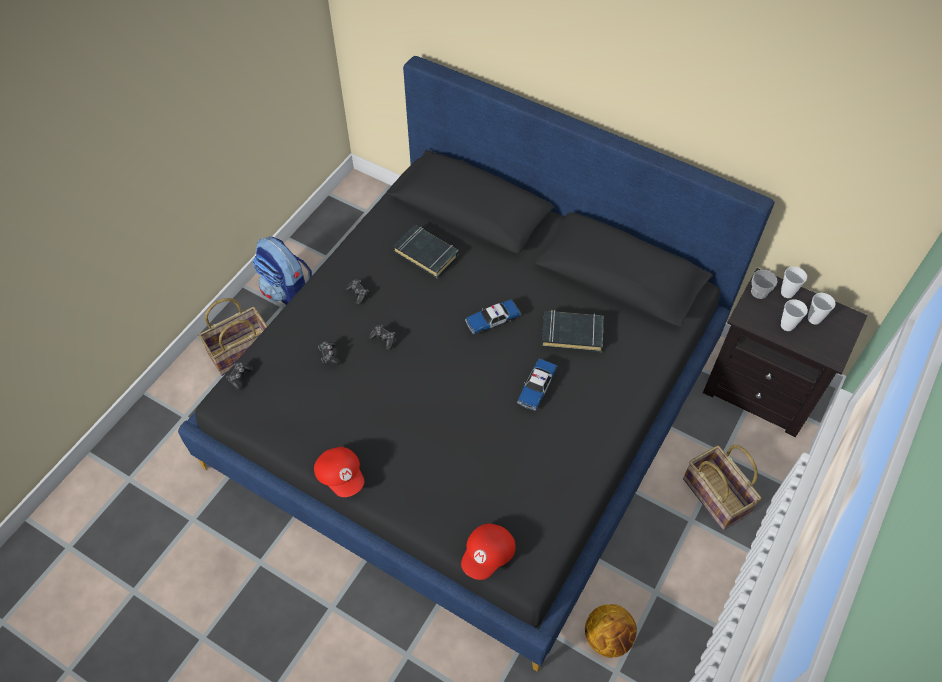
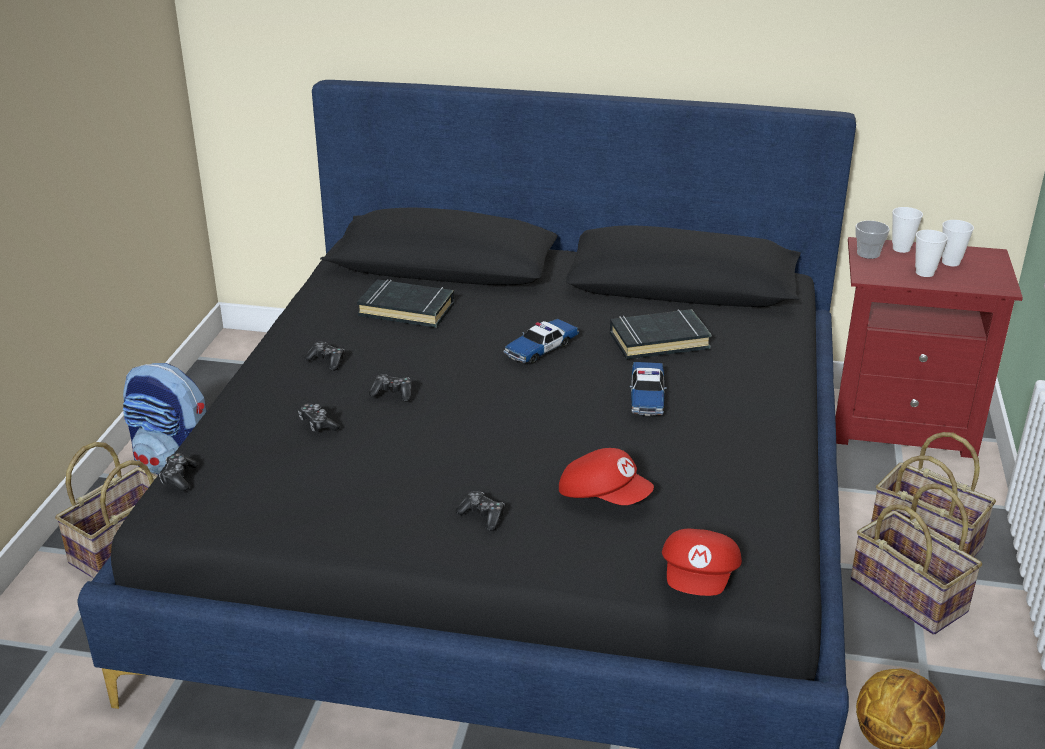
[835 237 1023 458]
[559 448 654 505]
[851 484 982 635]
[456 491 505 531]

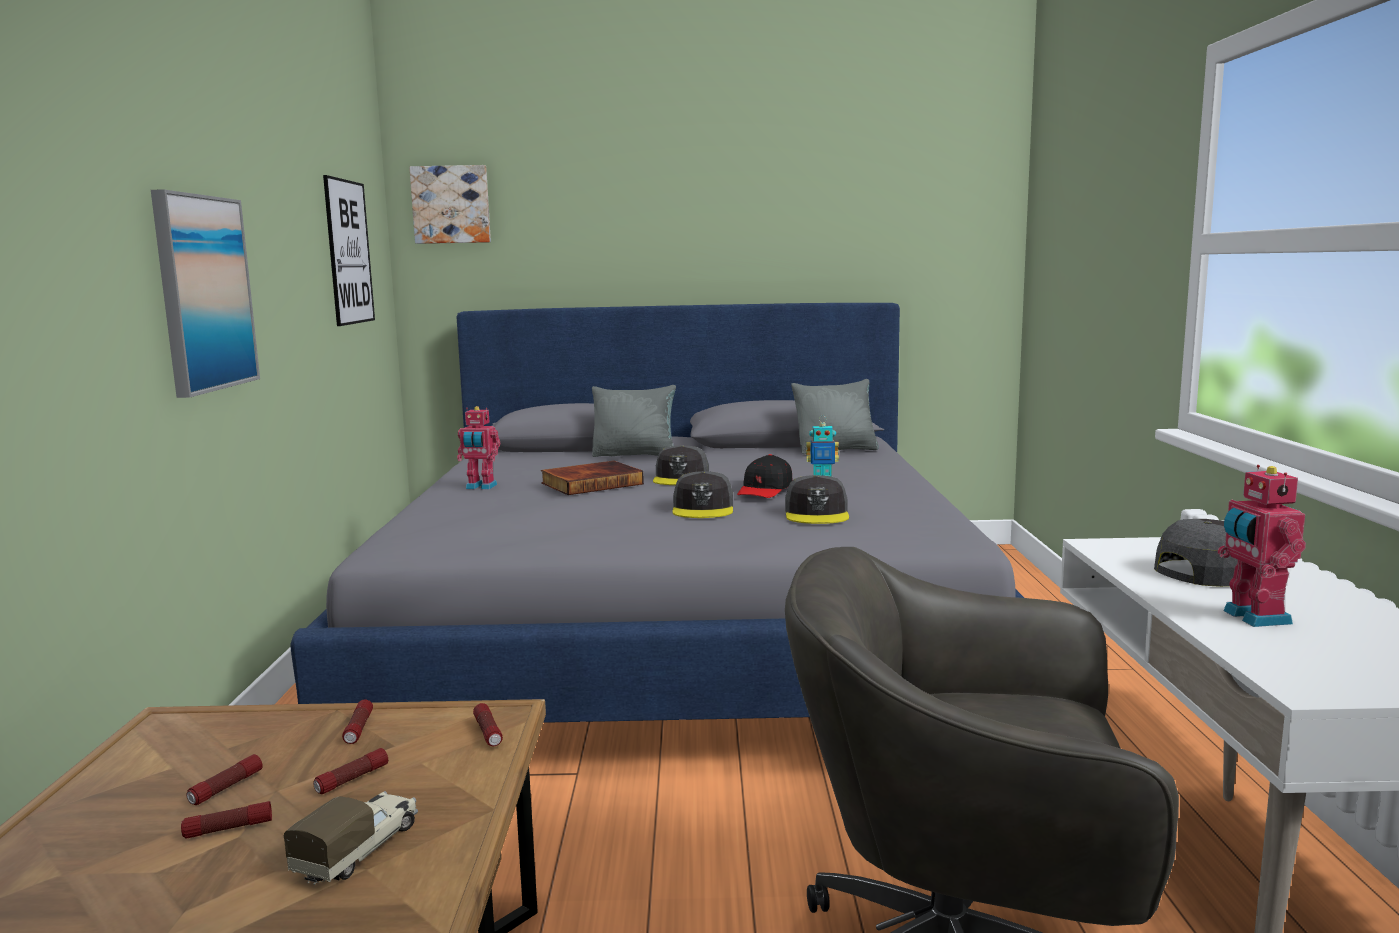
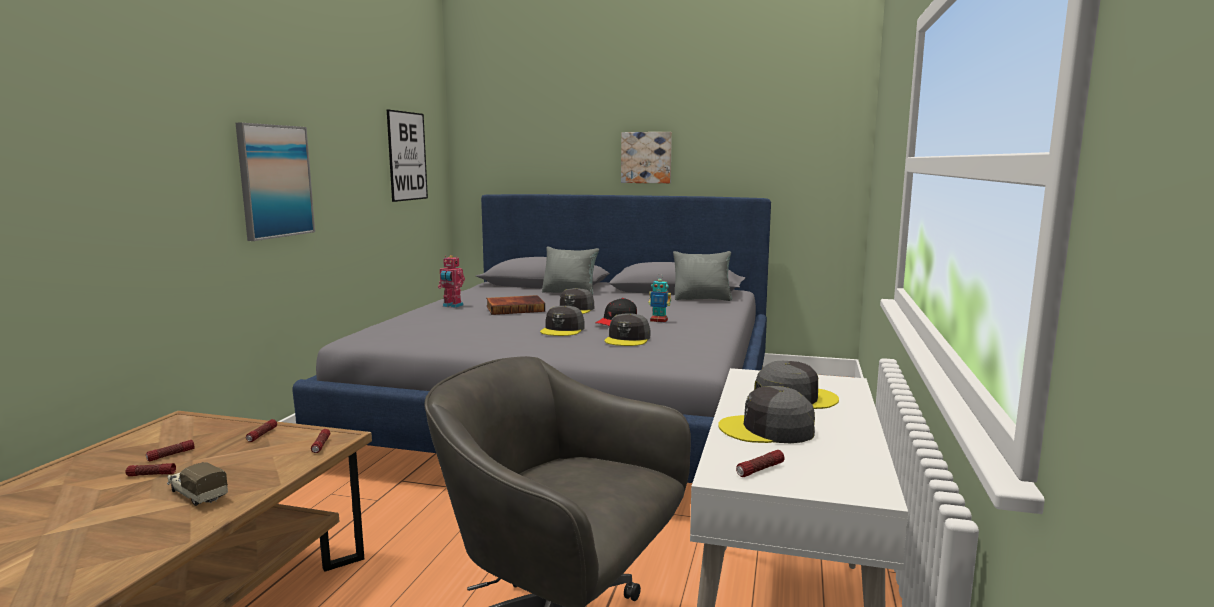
[621 132 672 183]
[718 386 815 443]
[736 450 785 477]
[167 462 228 506]

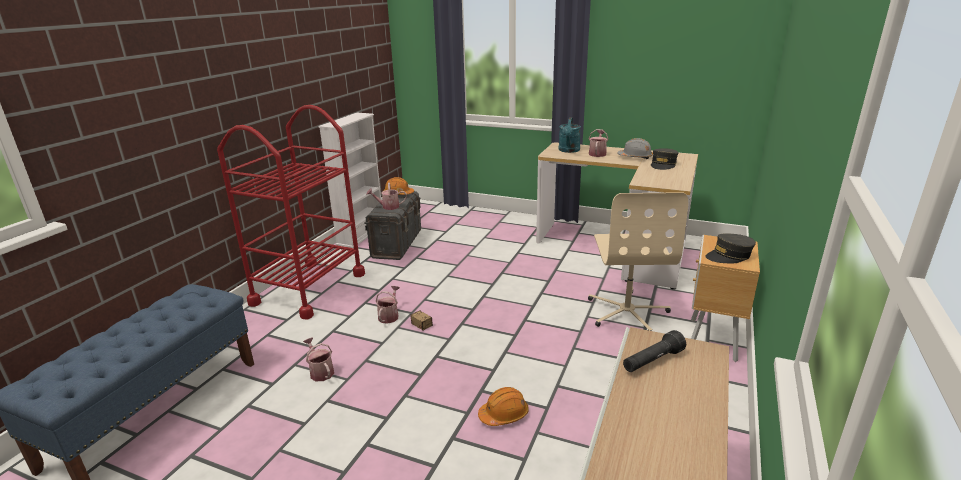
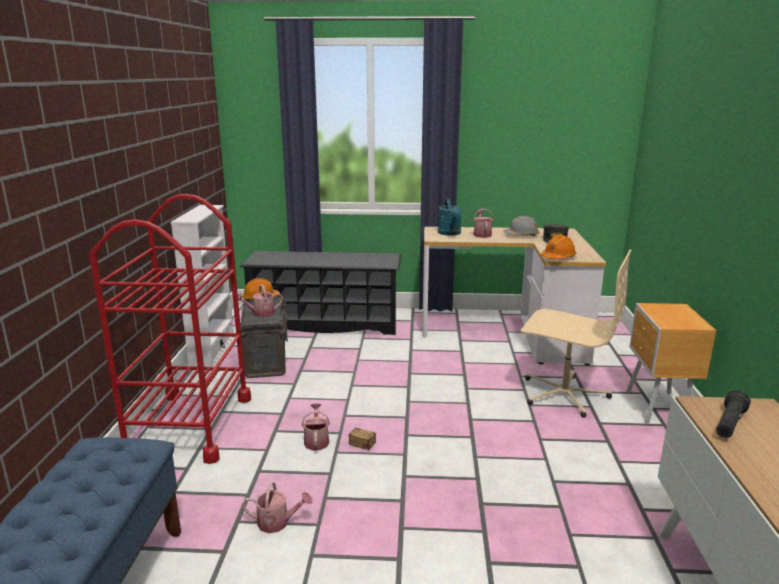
[521 250 631 418]
[705 234 756 263] (first image)
[242 482 313 533]
[541 235 576 259]
[240 251 401 335]

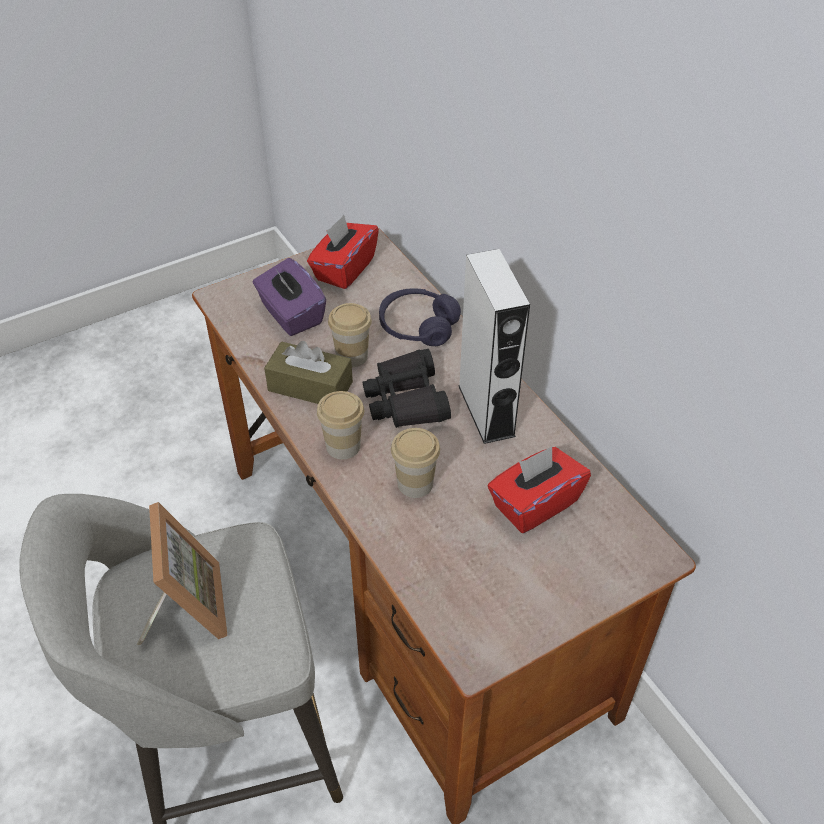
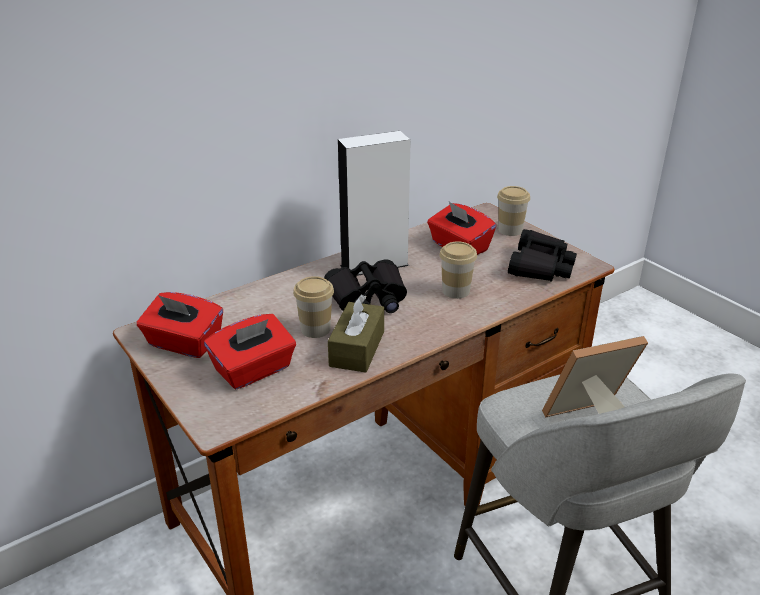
[204 314 296 390]
[379 288 461 346] (first image)
[497 186 530 236]
[508 229 577 282]

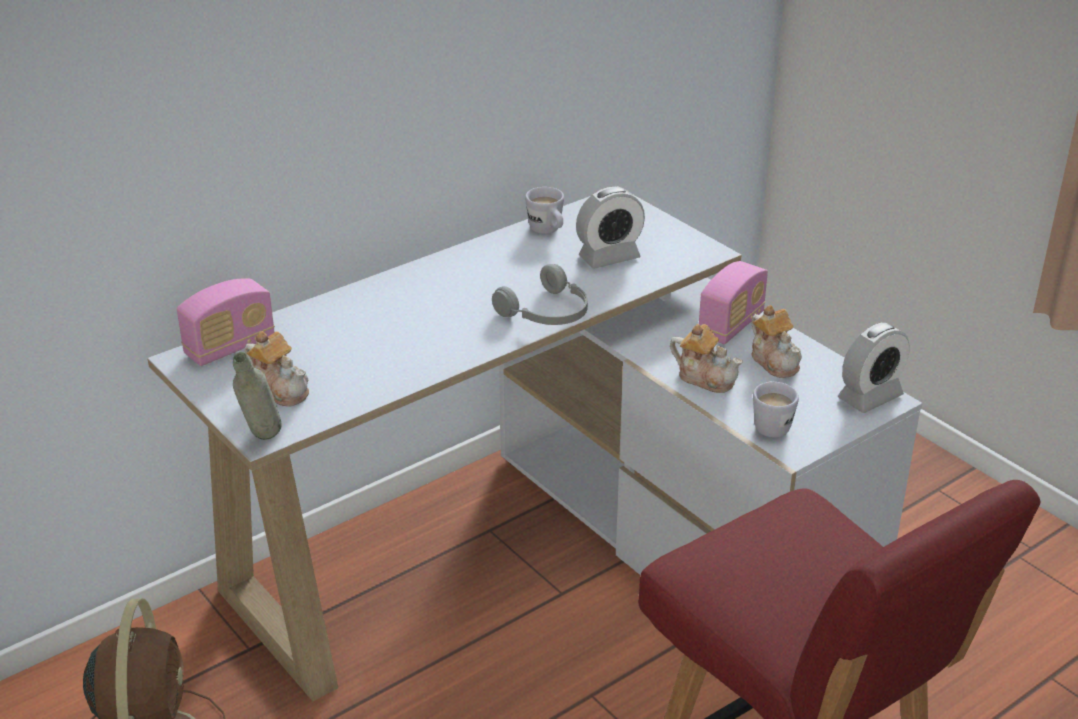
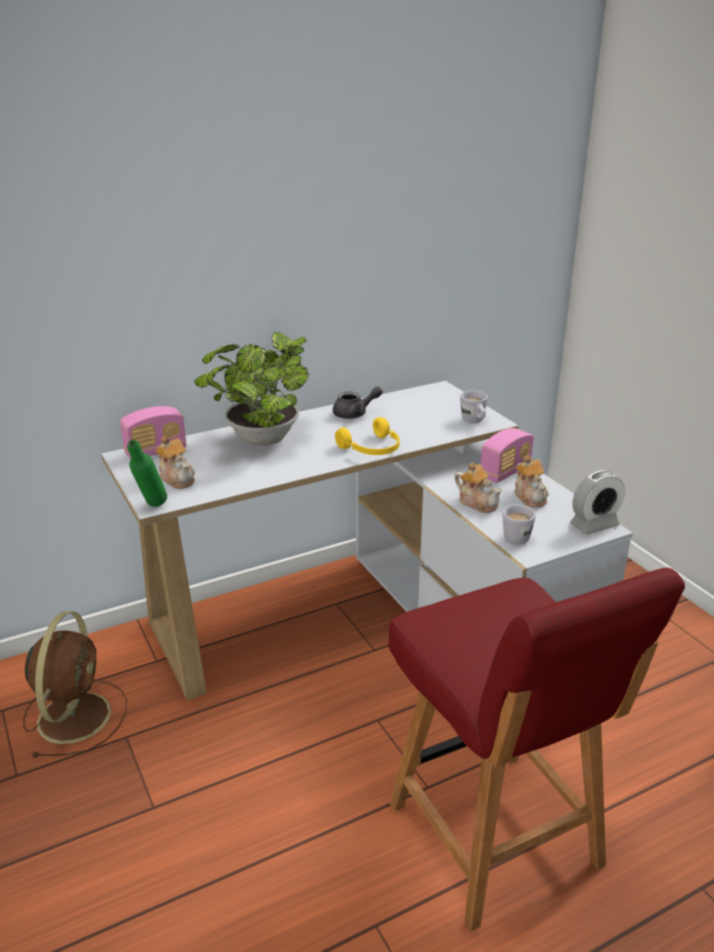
[460 390 488 423]
[576 187 645 269] (first image)
[335 417 399 455]
[127 440 167 507]
[194 332 309 446]
[333 386 383 419]

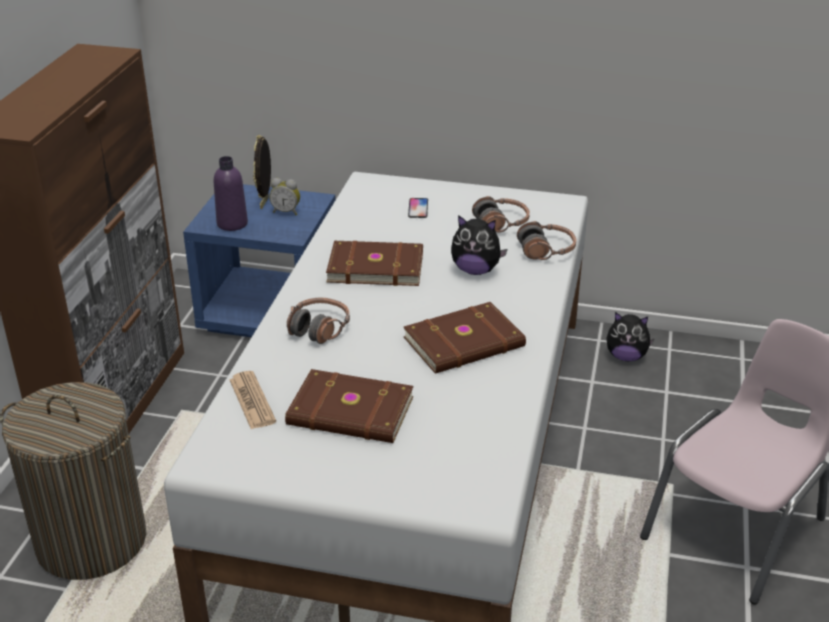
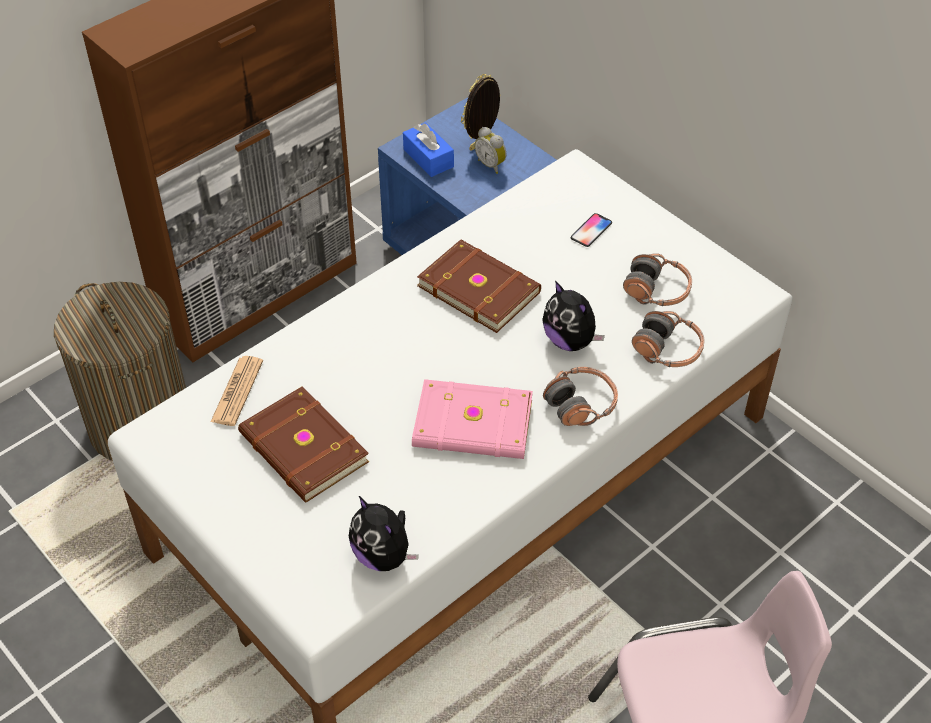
[403 122 454 177]
[543 367 618 426]
[412 379 533 459]
[349 496 419 571]

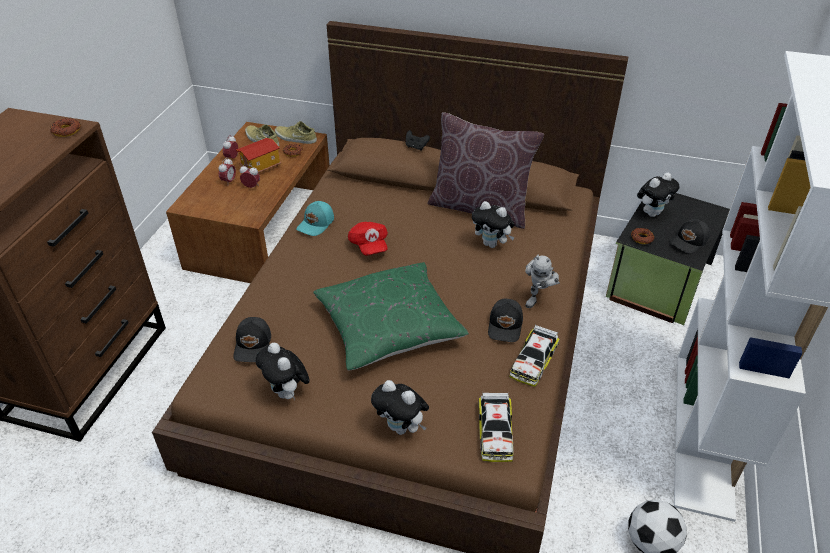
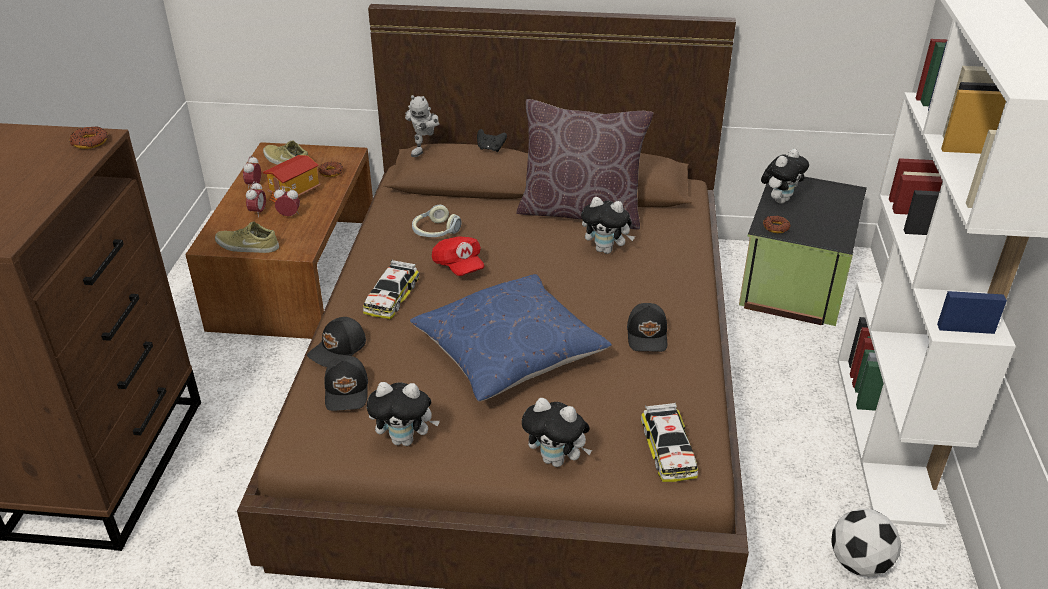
[215 221 279 253]
[296 201 334 236] (first image)
[307 317 366 367]
[405 95 440 157]
[410 274 612 402]
[363 259 419 319]
[367 382 440 446]
[412 205 461 237]

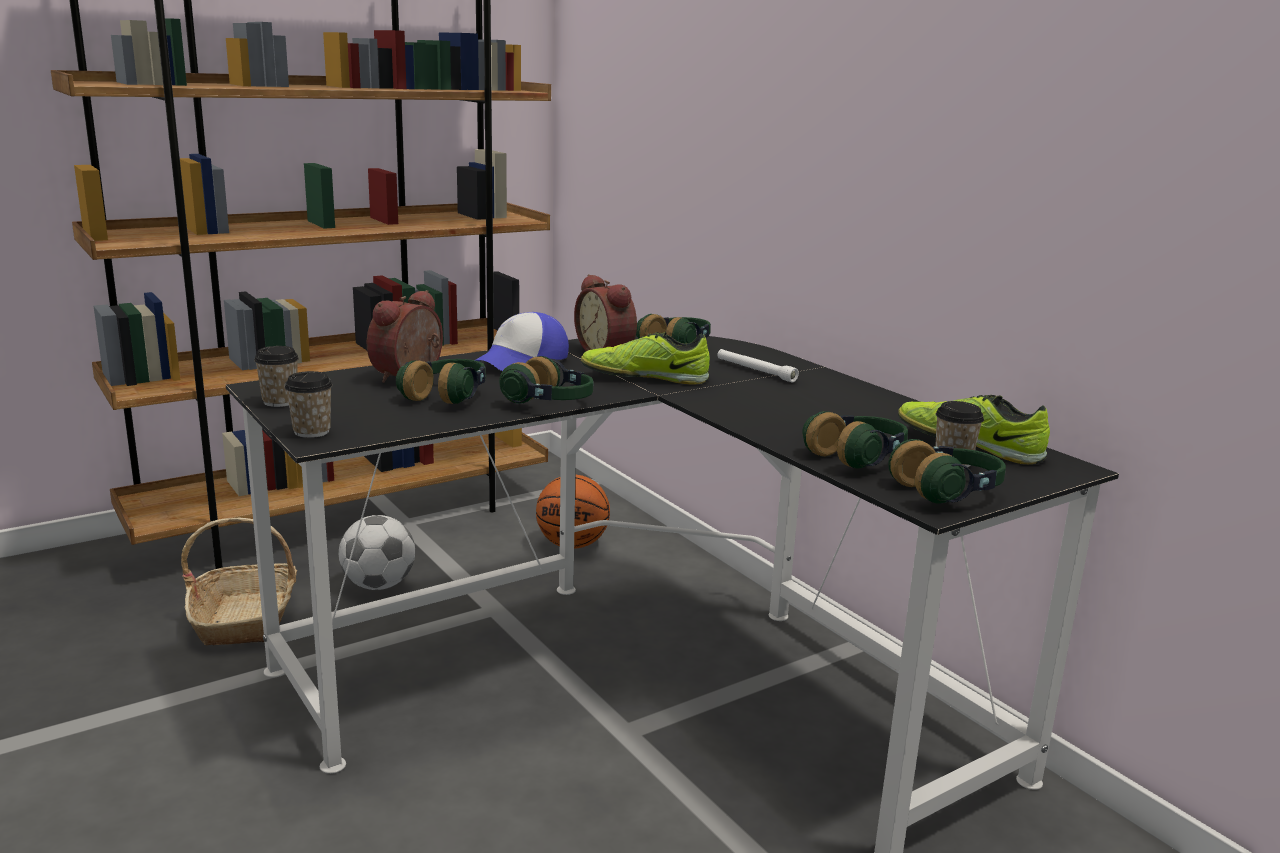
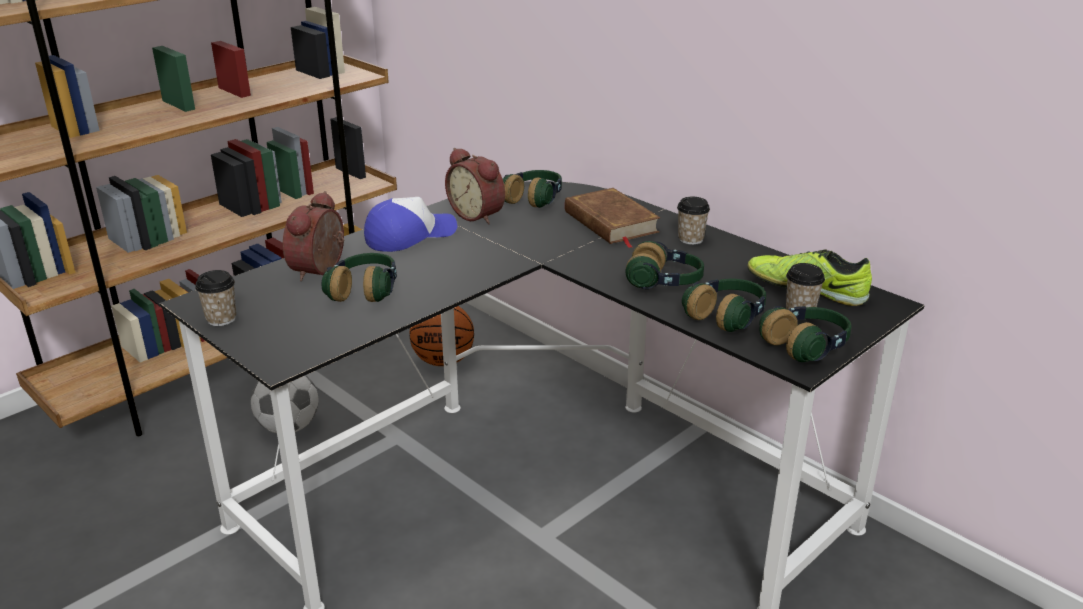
[364 197 457 252]
[581 332 710 385] (first image)
[565 188 660 248]
[625 241 704 289]
[677 197 710 245]
[181 518 297 646] (first image)

